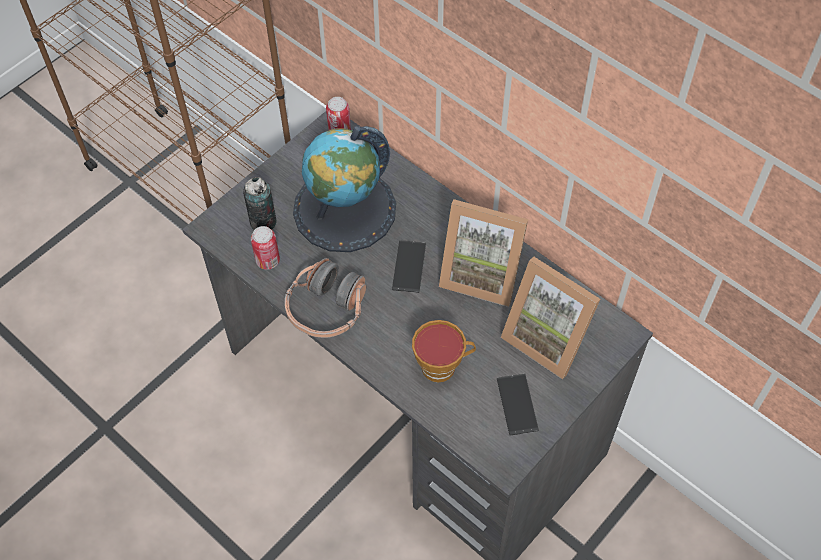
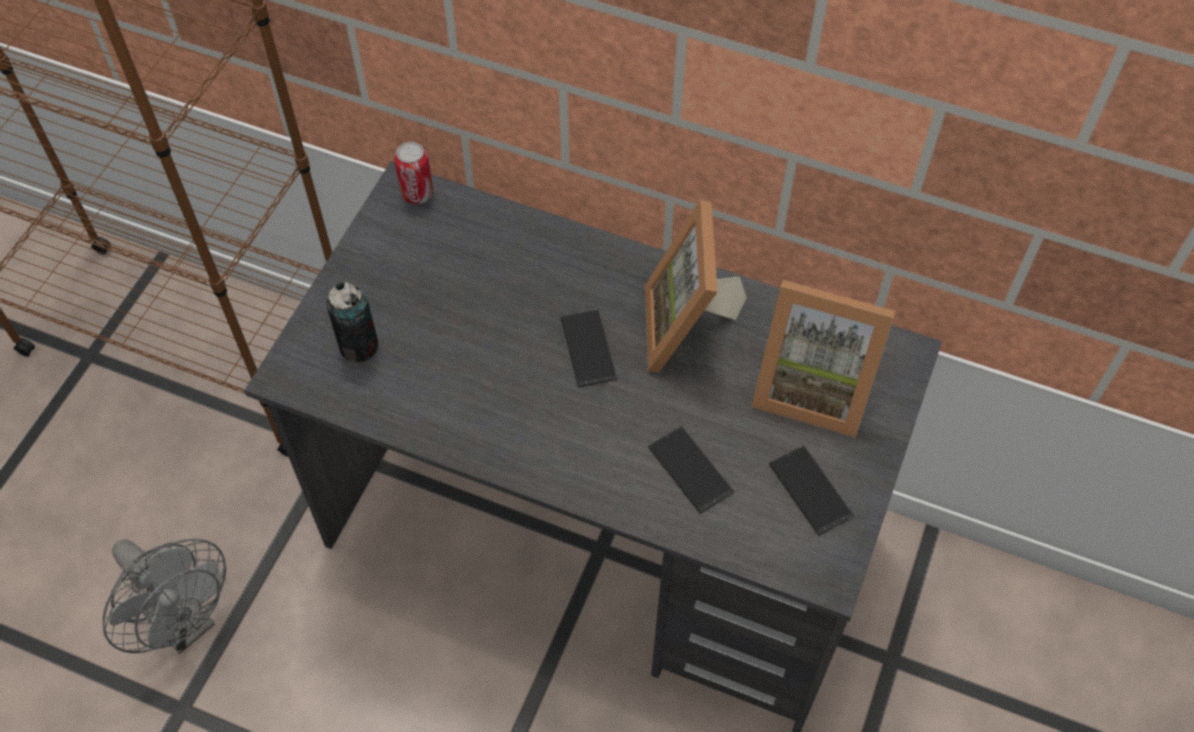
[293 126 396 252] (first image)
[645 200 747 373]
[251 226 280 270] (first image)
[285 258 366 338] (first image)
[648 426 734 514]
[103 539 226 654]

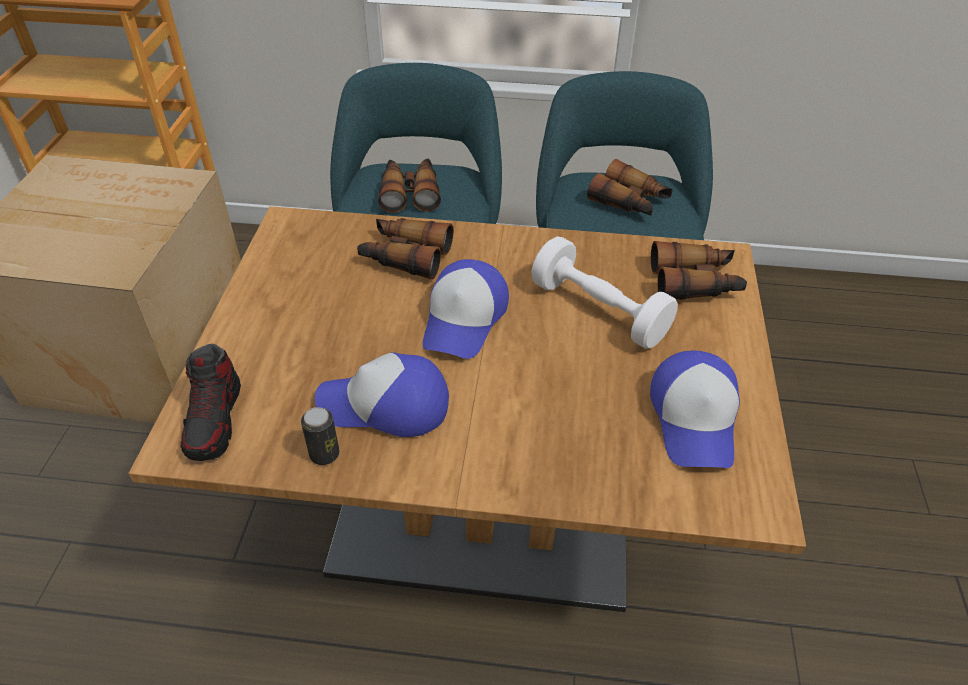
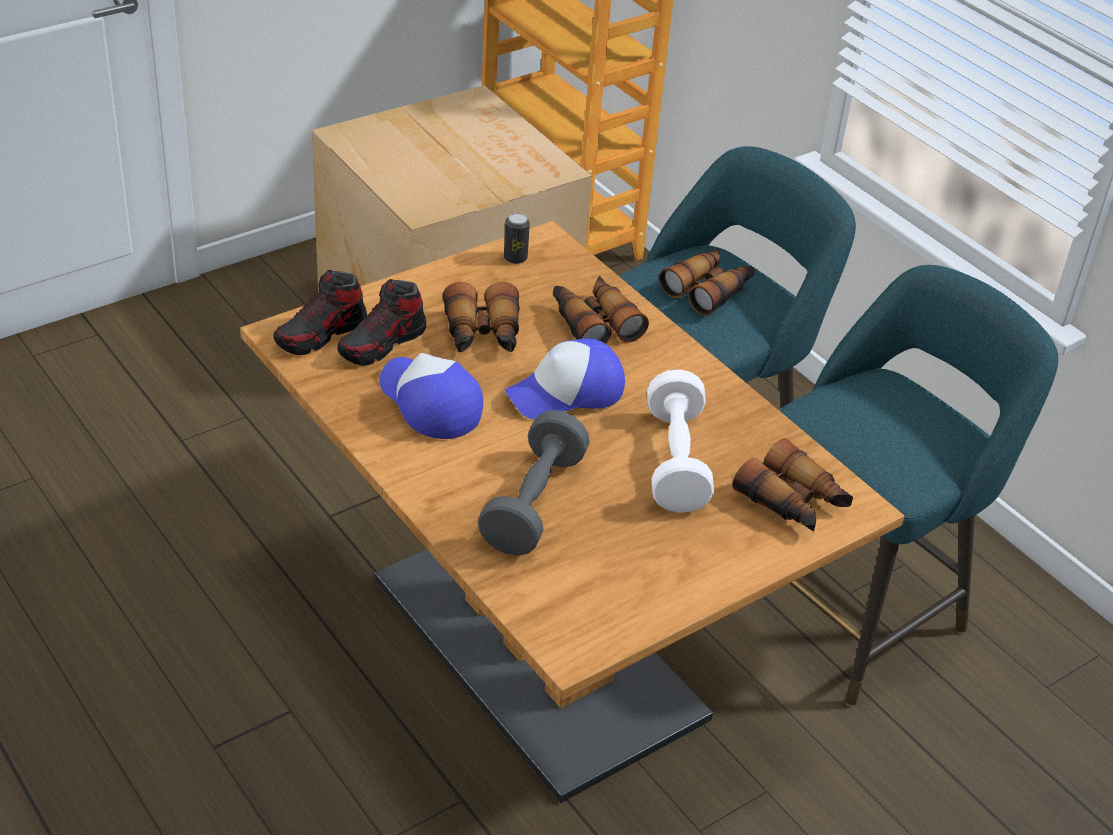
[443 282 520 352]
[650 351 740 468] (first image)
[504 213 530 264]
[337 279 426 366]
[478 410 590 556]

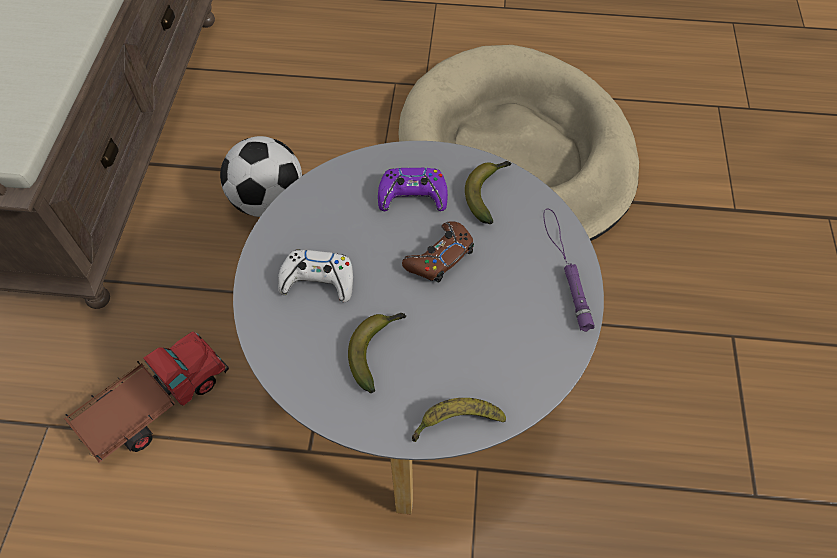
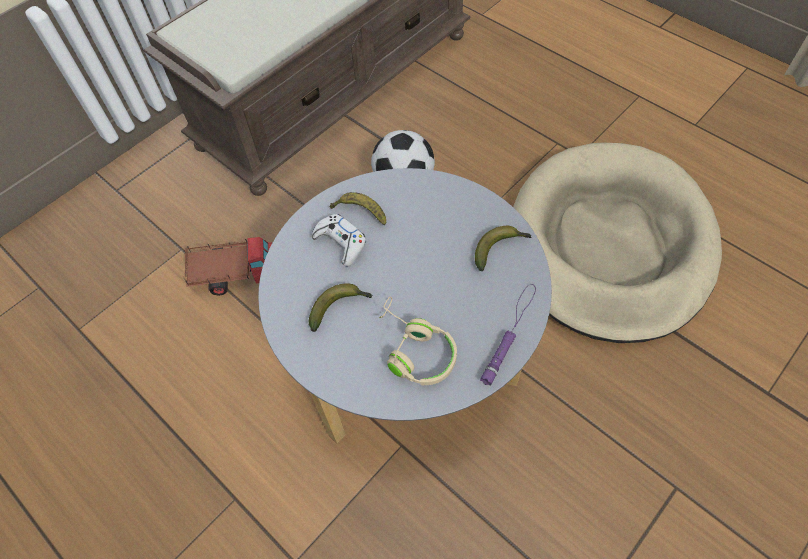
[378 168 448 211] (first image)
[402 221 474 283] (first image)
[330 192 386 225]
[379 297 457 385]

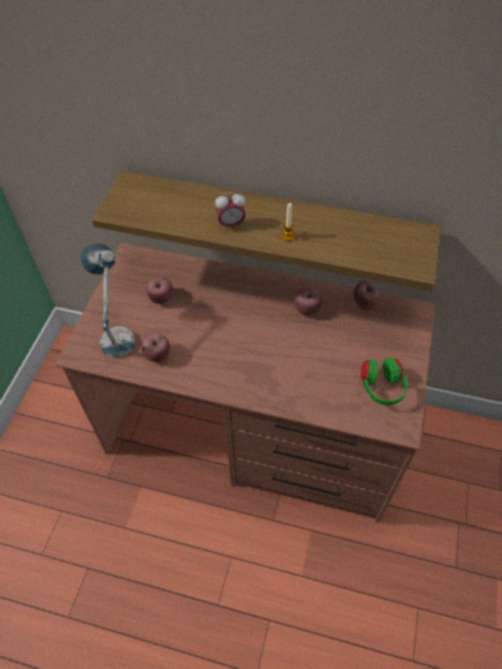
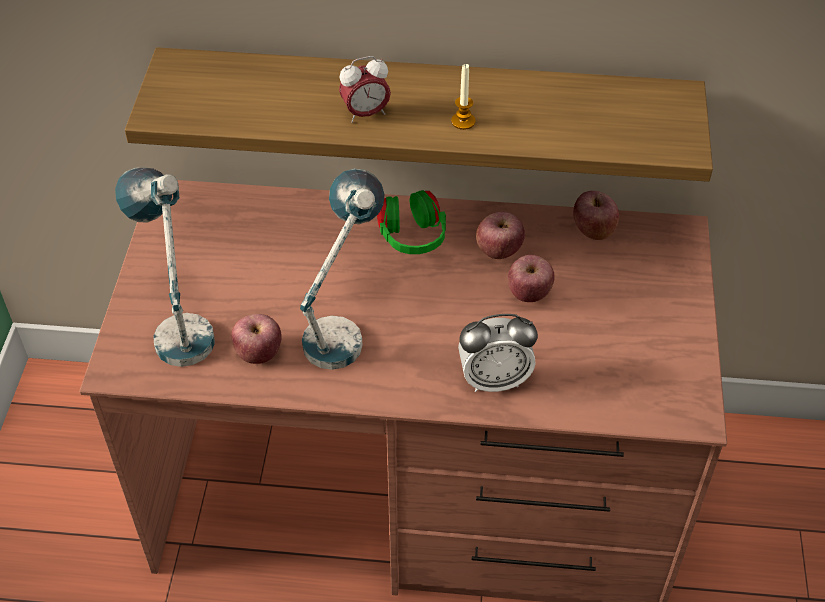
[508 255 555 302]
[377 190 446 254]
[300 169 385 370]
[458 314 538 392]

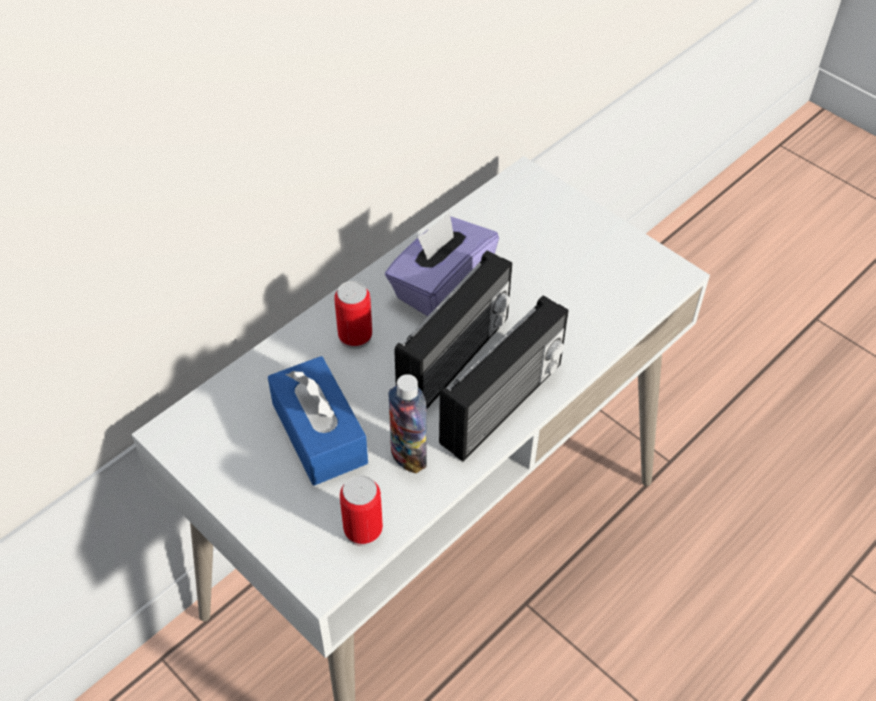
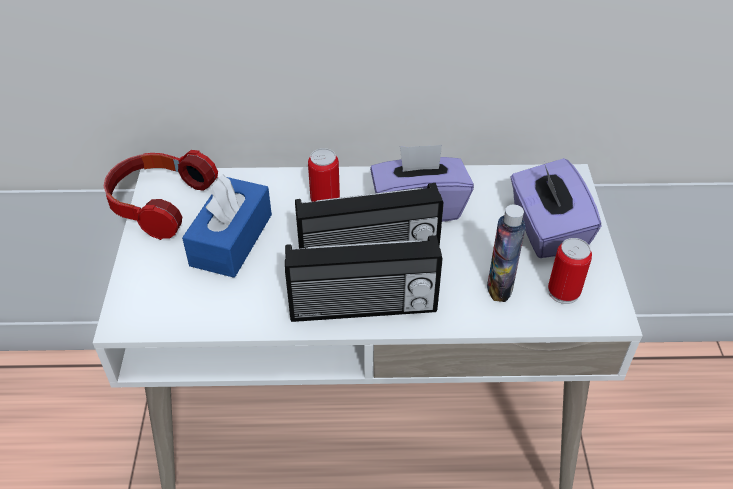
[487 205 526 302]
[548 238 592 304]
[104 150 218 240]
[510 158 601 258]

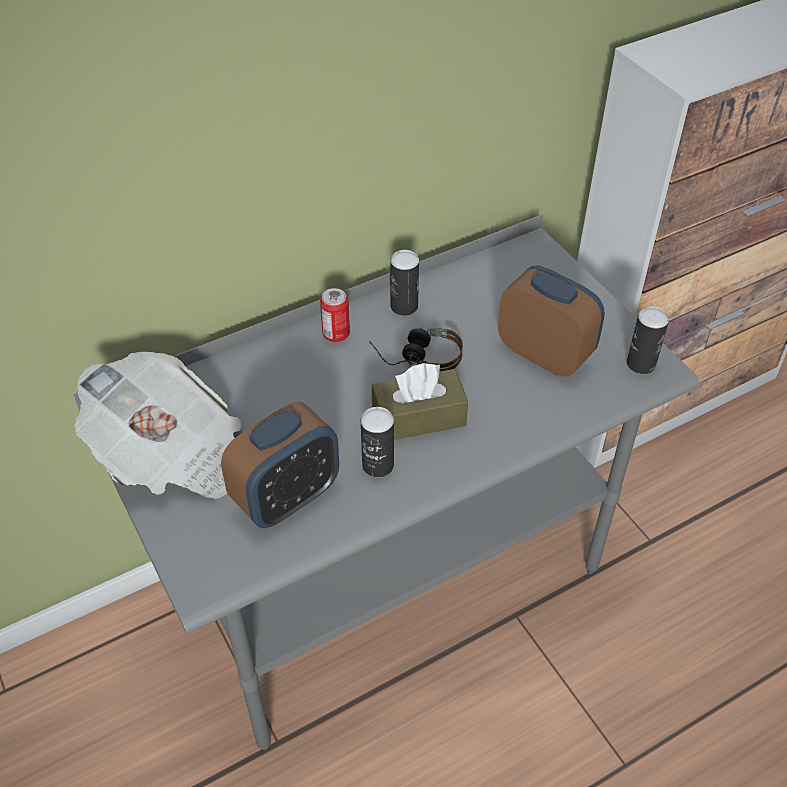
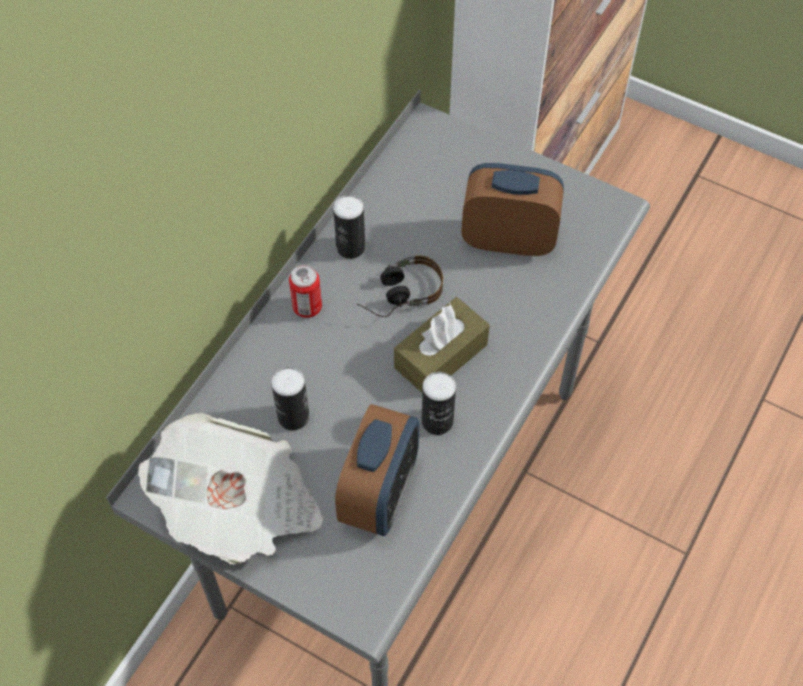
[271 367 309 430]

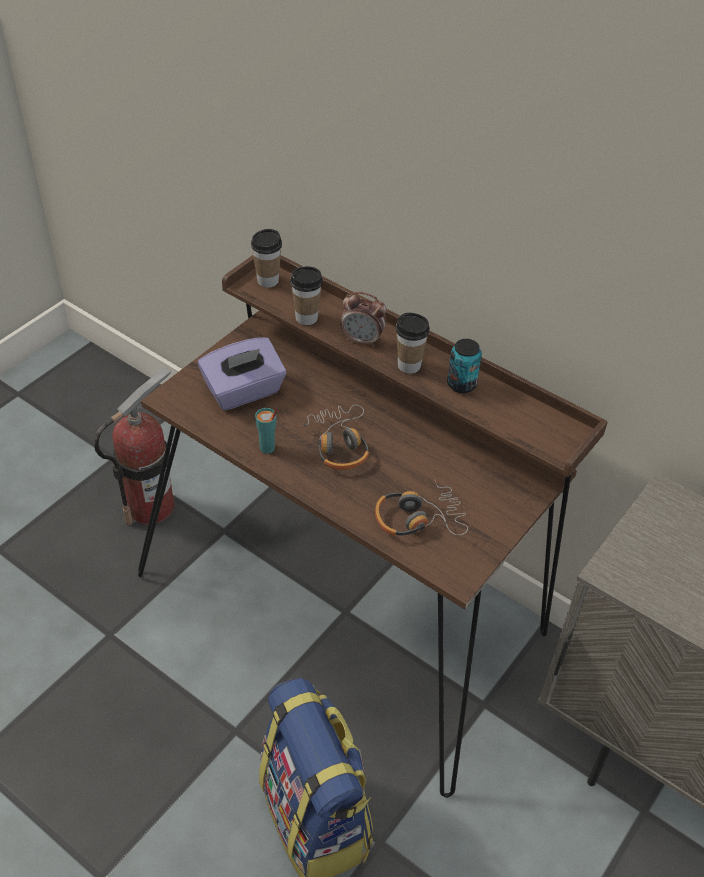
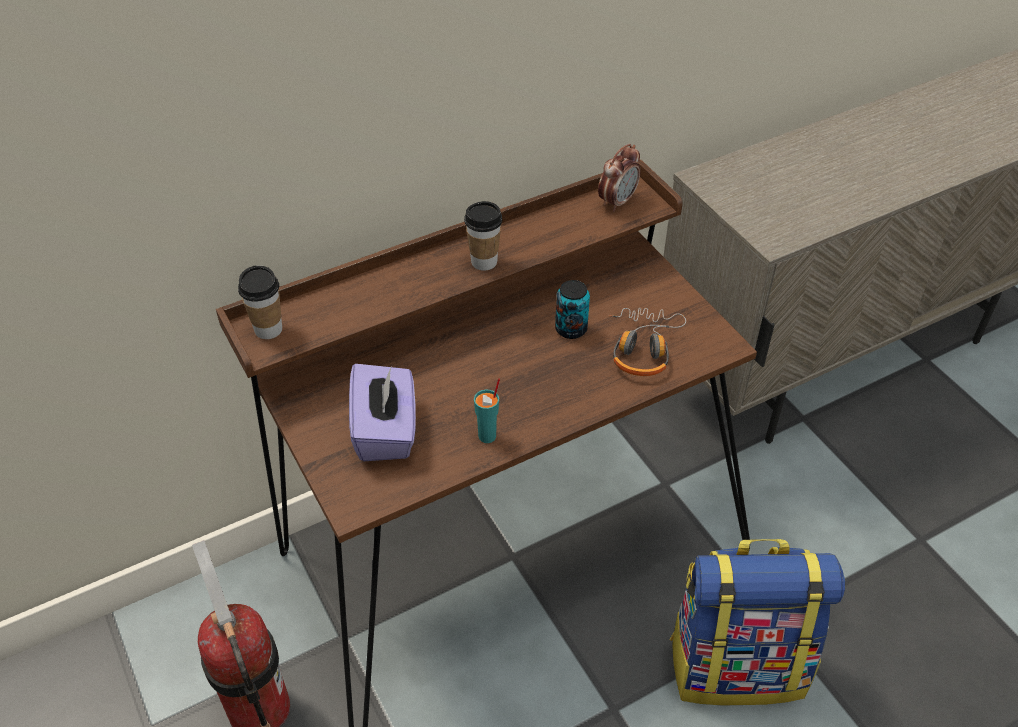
[290 266 323 325] (first image)
[598 144 641 212]
[555 280 590 339]
[299 405 369 470] (first image)

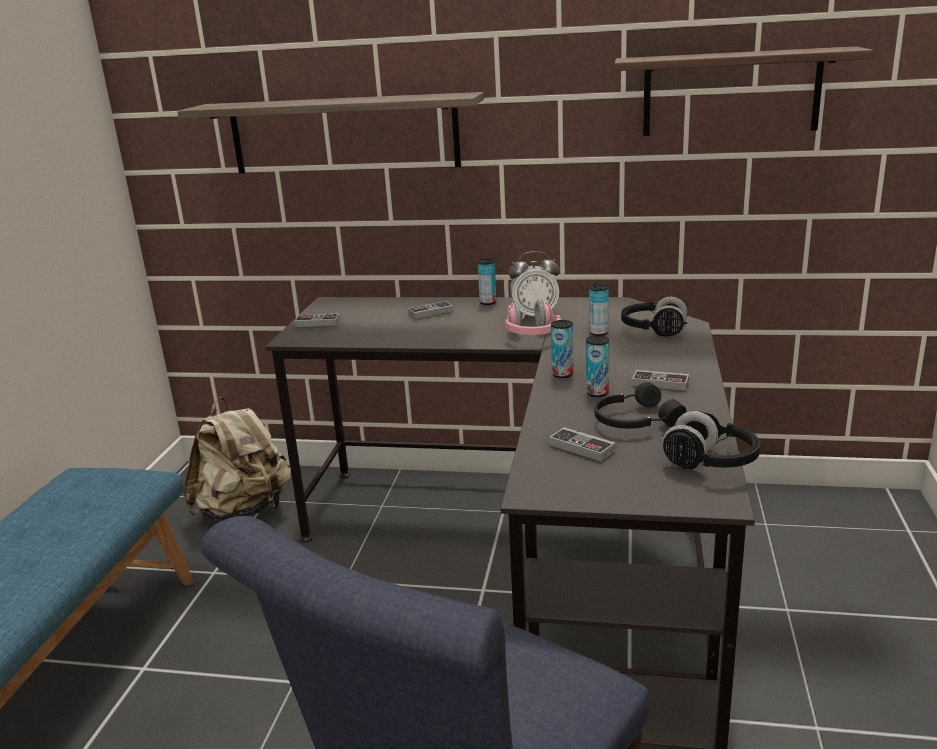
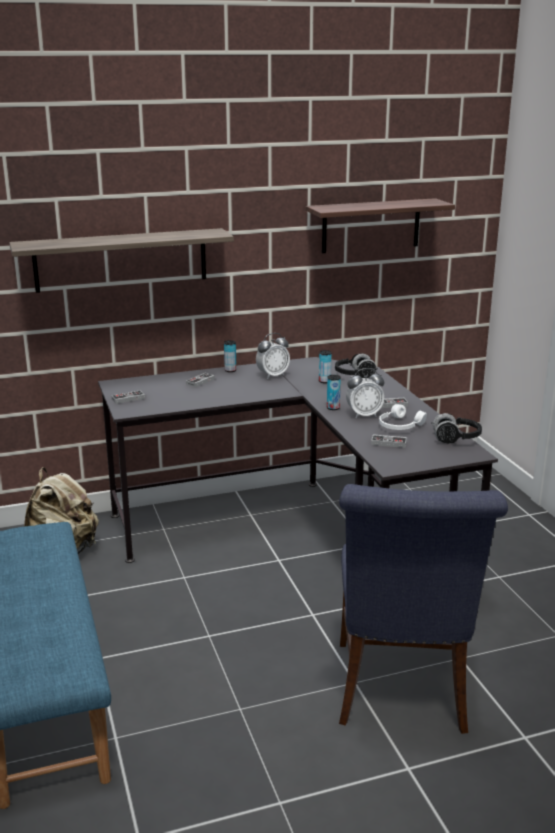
[505 299 561 335] (first image)
[346 368 384 418]
[379 404 427 430]

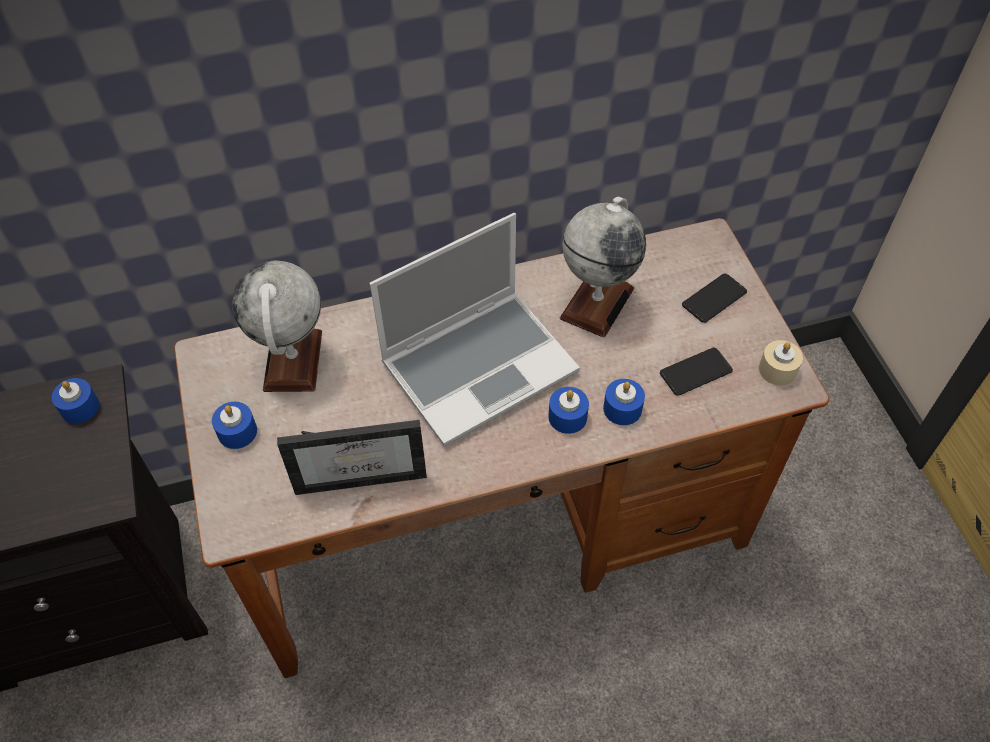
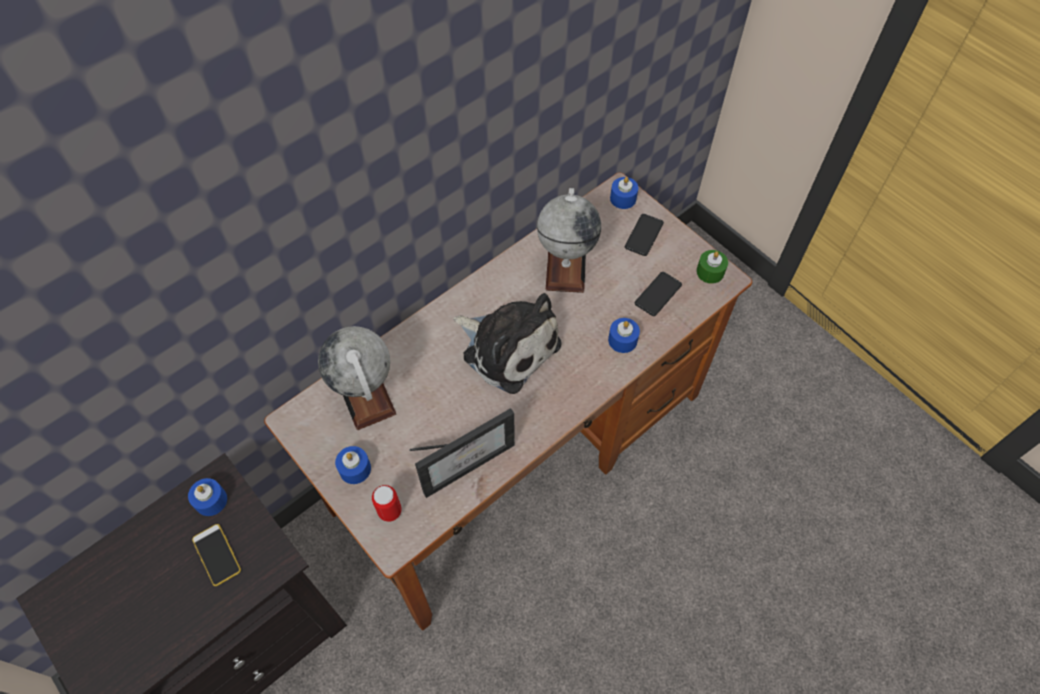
[453 293 562 394]
[696 250 728 284]
[610 177 638 209]
[372 485 402 522]
[192 524 241 586]

